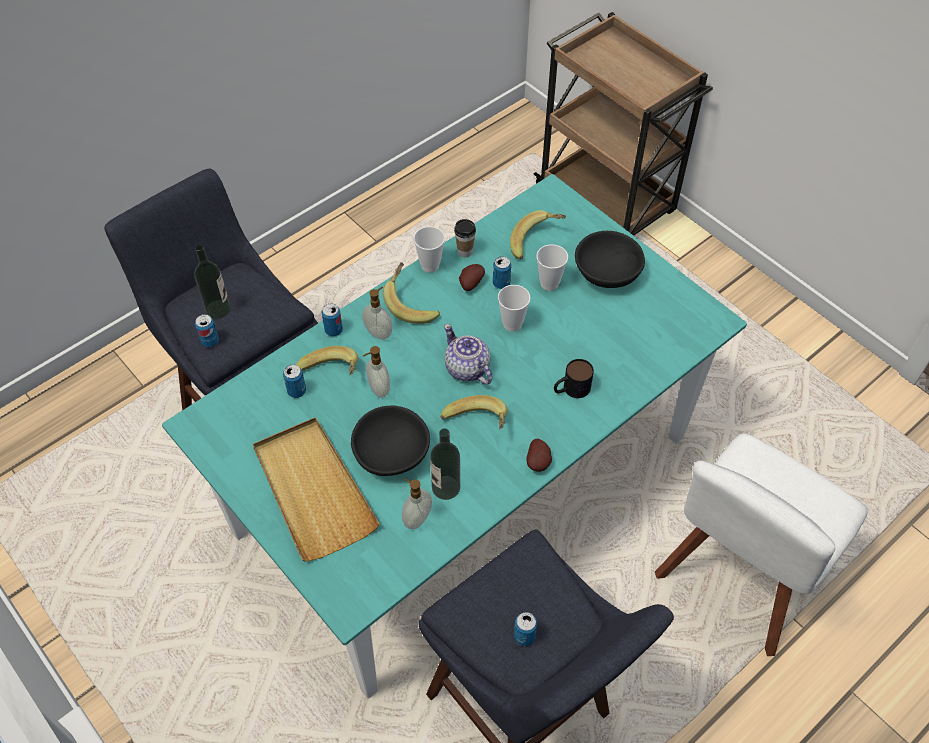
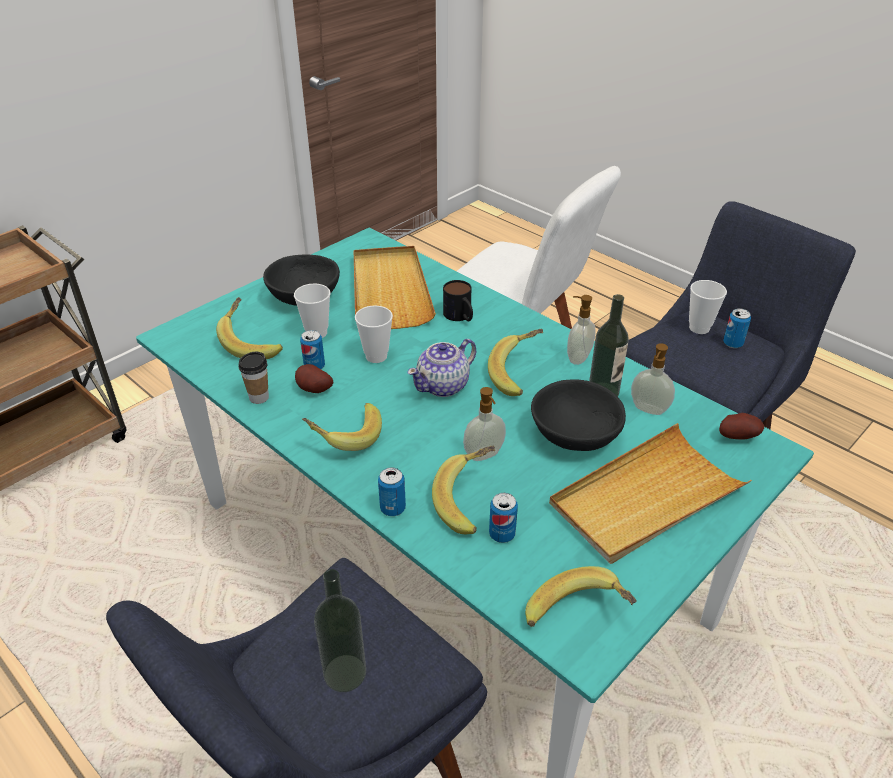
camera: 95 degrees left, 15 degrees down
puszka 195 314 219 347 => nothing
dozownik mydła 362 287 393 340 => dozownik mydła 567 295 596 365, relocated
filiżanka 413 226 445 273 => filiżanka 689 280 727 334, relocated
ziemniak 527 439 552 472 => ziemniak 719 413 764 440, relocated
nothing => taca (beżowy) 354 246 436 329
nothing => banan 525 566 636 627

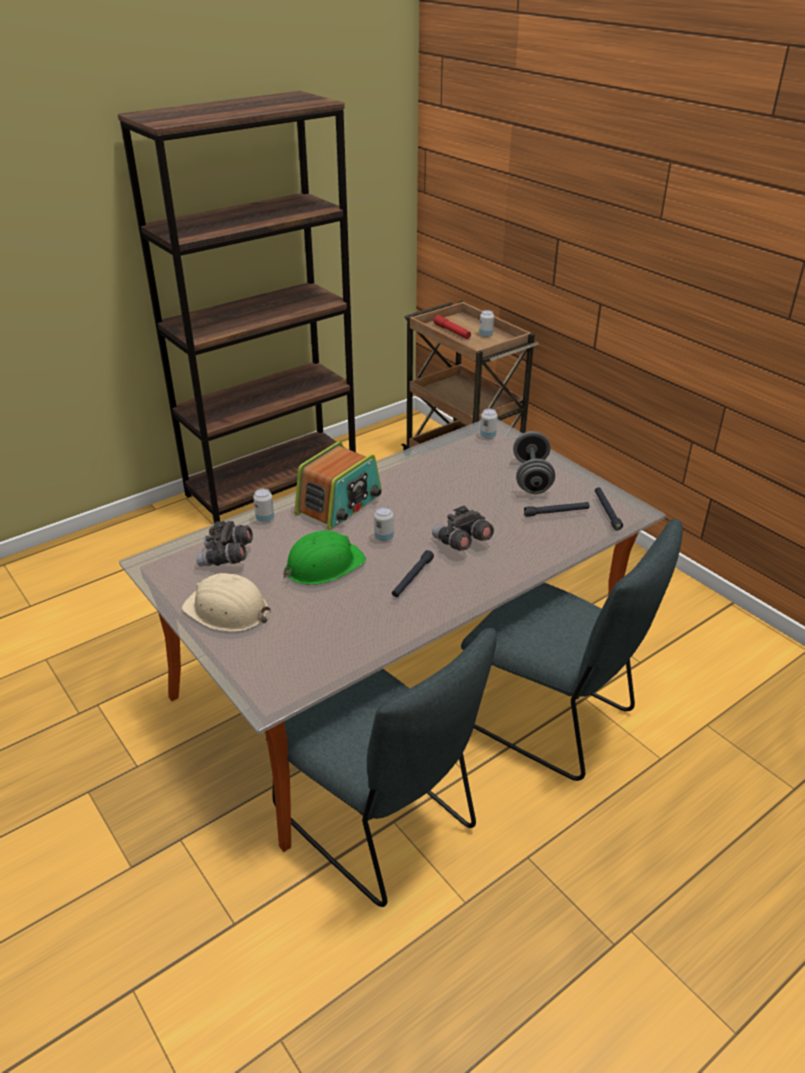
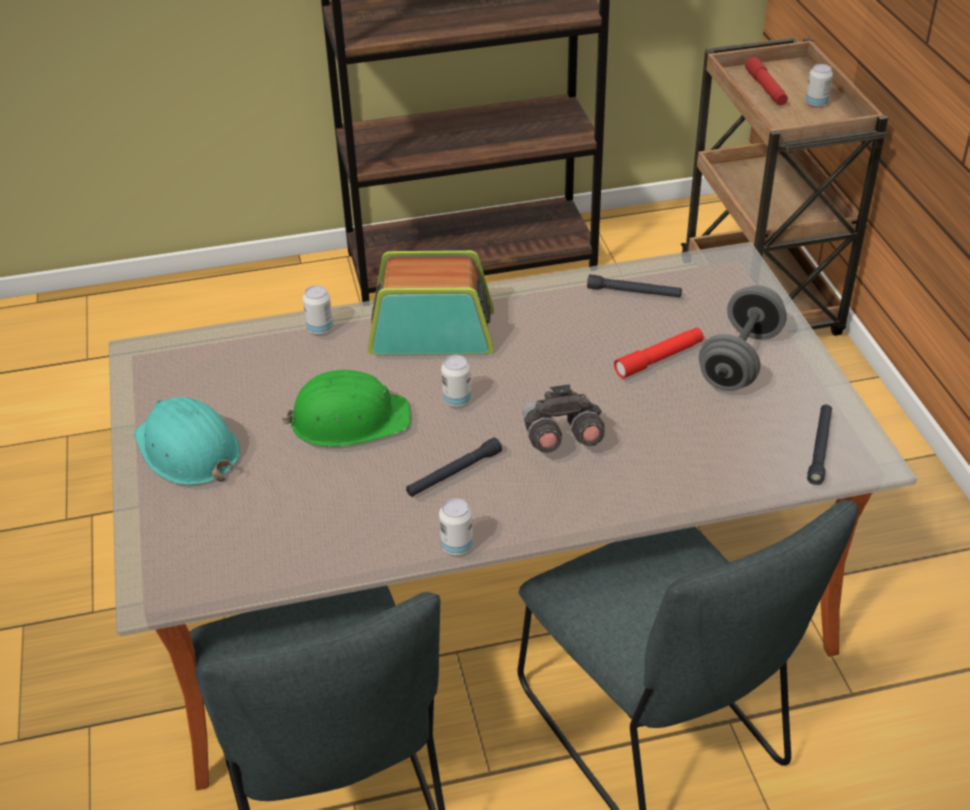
camera: 25 degrees right, 5 degrees up
kask (beżowy) 182 573 271 632 => kask (turkusowy) 134 397 240 485
lornetka (szary) 196 521 253 567 => nothing
radio 295 441 382 530 => radio 368 250 494 355, 150 degrees counterclockwise
puszka 480 409 497 439 => puszka 439 498 473 555, relocated
latarka (czarny) 524 502 590 517 => latarka (czarny) 587 274 682 298, relocated
nothing => latarka (czerwony) 614 328 704 379

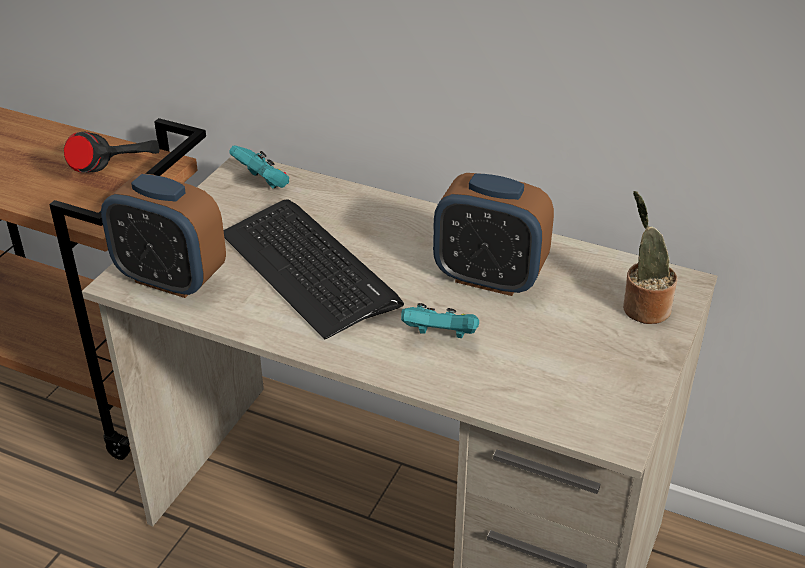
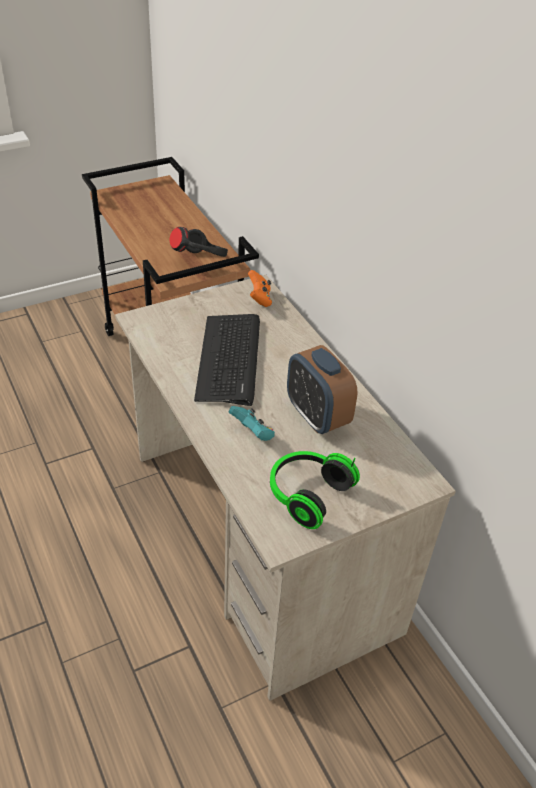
camera: 35 degrees right, 5 degrees up
budzik 101 173 226 298 => nothing
pad do gier (turkusowy) 229 145 289 189 => pad do gier (pomarańczowy) 248 270 272 307
roślina doniczkowa 623 191 677 324 => nothing
nothing => słuchawki 270 451 360 529

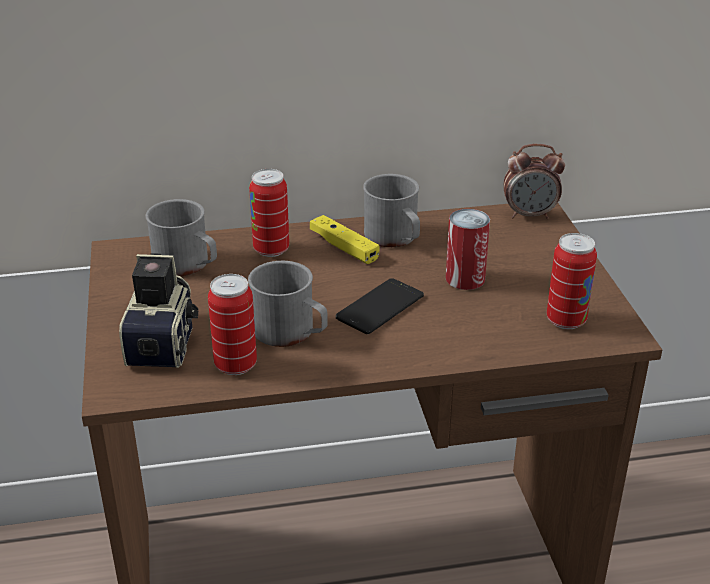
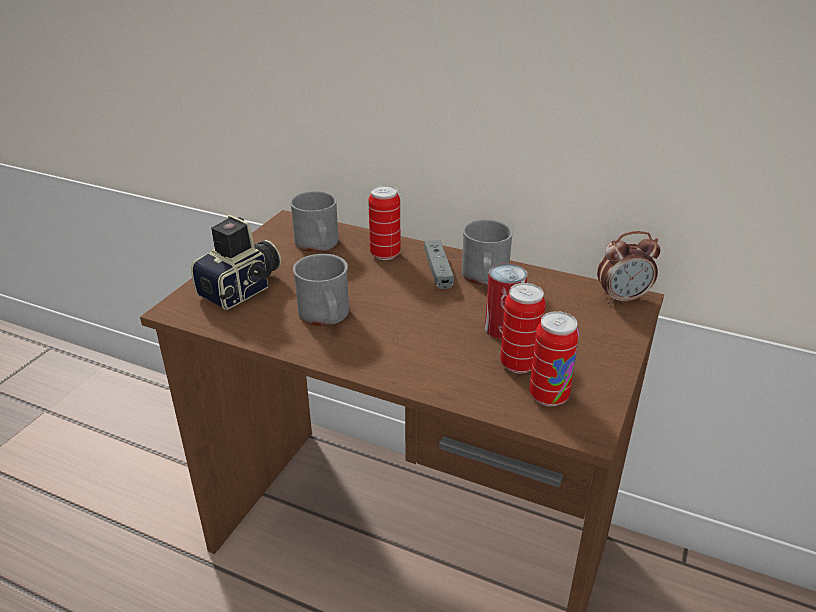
camera: 35 degrees right, 0 degrees up
puszka 208 274 257 375 => puszka 500 283 546 374, relocated
pad do gier (żółty) 310 215 379 264 => pad do gier (szary) 424 240 454 289
telefon 336 278 424 334 => nothing
budzik 504 144 565 219 => budzik 597 231 661 304, 45 degrees counterclockwise

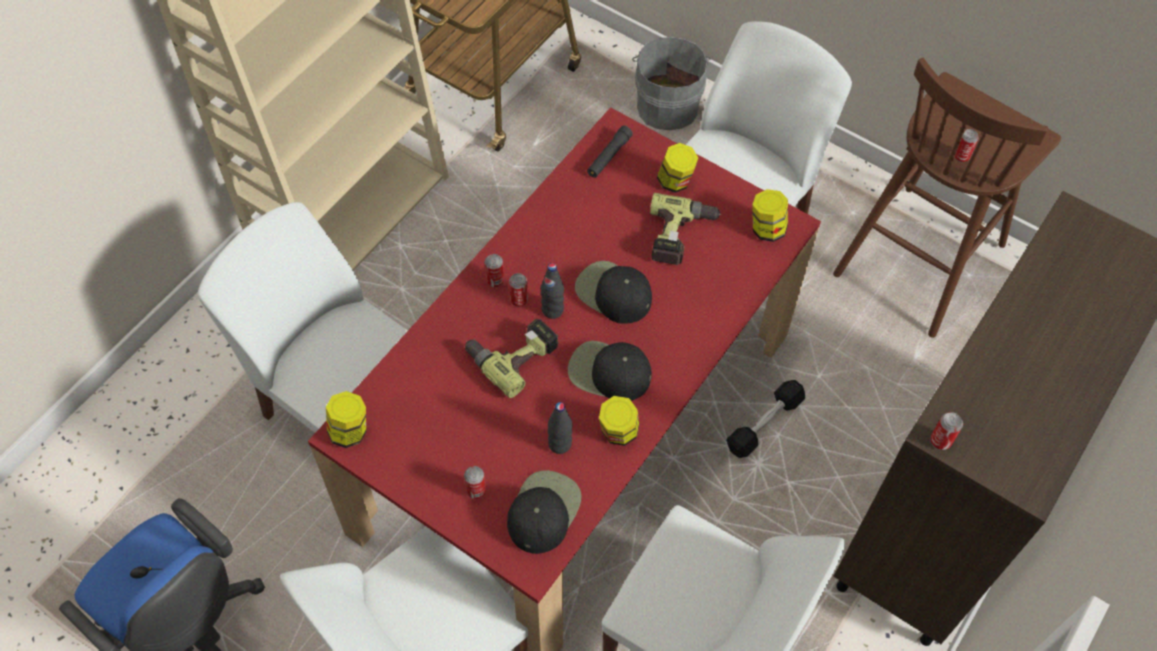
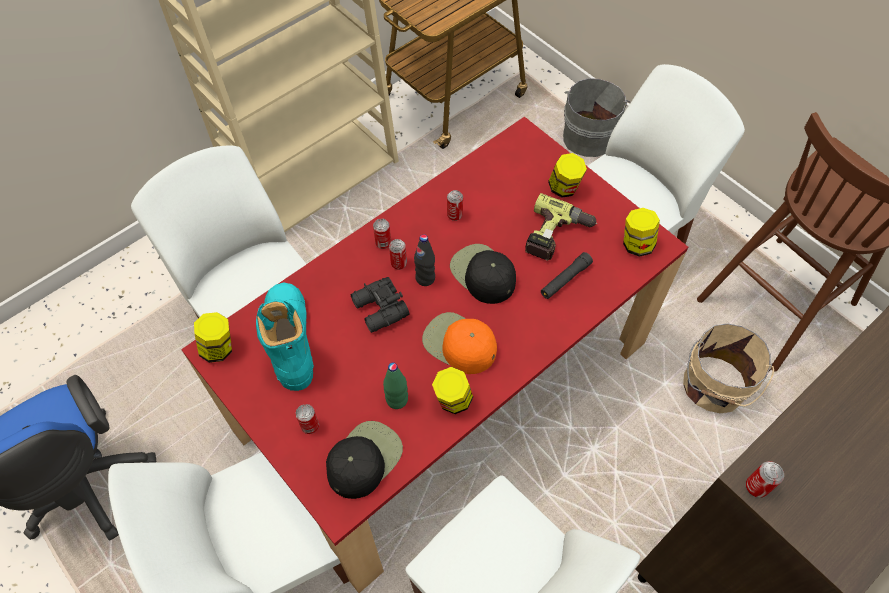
camera: 15 degrees right, 0 degrees up
wiertarka 465 319 559 398 => lornetka (czarny) 351 277 409 333
butelka (czarny) 548 402 572 454 => butelka (zielony) 383 362 408 409
czapka z daszkiem (czarny) 568 341 652 401 => czapka z daszkiem (pomarańczowy) 422 312 497 374
latarka (czarny) 587 125 633 178 => latarka (czarny) 541 252 593 299, relocated
hantel (czarny) 726 380 805 458 => nothing
puszka 955 129 979 162 => puszka 447 190 463 221, relocated
nothing => but z cholewką (turkusowy) 256 282 314 391
nothing => wiadro (beżowy) 683 323 774 413

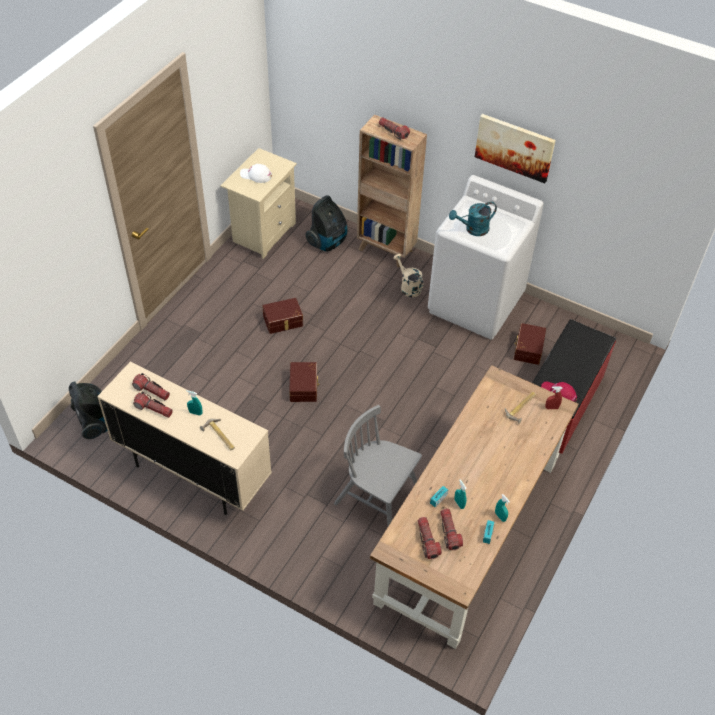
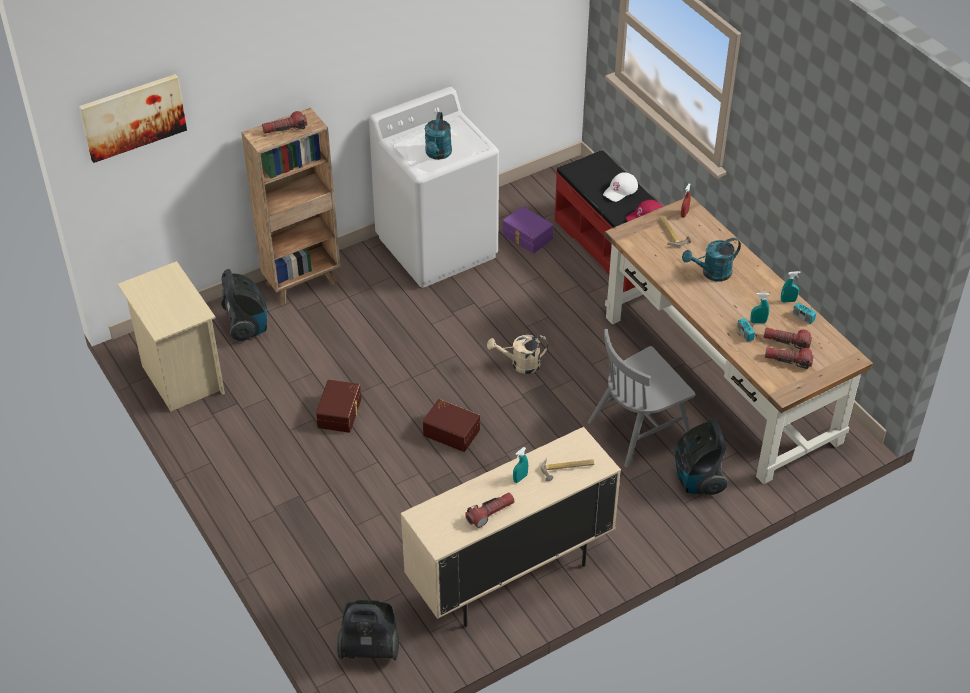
camera: 60 degrees left, 5 degrees down
latarka 132 373 170 400 => nothing
czapka z daszkiem (biały) 240 164 272 183 => czapka z daszkiem (biały) 603 172 638 202, relocated
konewka (beżowy) 393 254 424 297 => konewka (beżowy) 487 335 548 374, relocated
obraz 475 114 556 183 => obraz 79 74 187 163, relocated
pojemnik do przechowywania (brązowy) 514 323 546 365 => pojemnik do przechowywania (fioletowy) 503 206 554 254
nothing => odkurzacz 675 418 728 495
nothing => konewka (turkusowy) 682 238 741 281

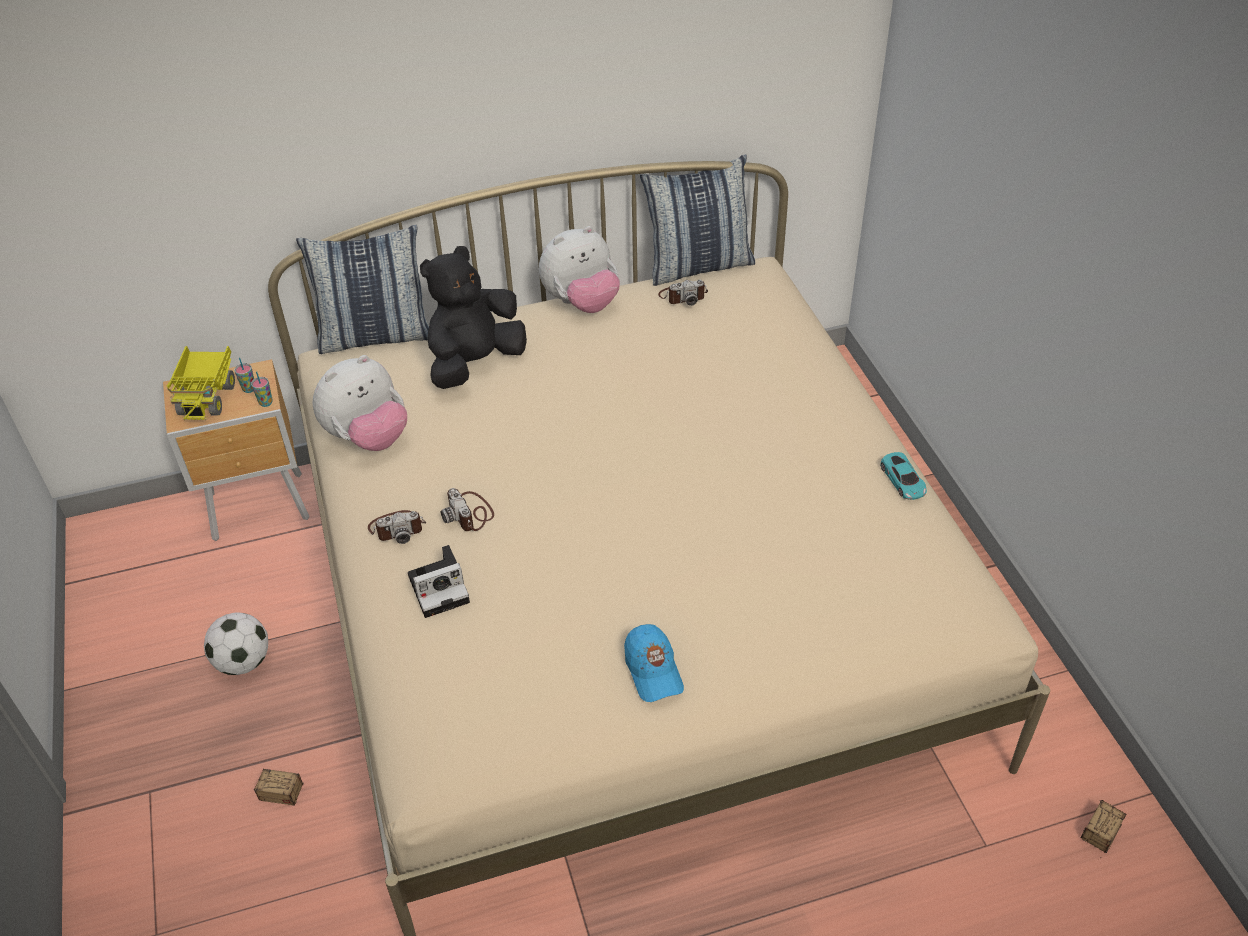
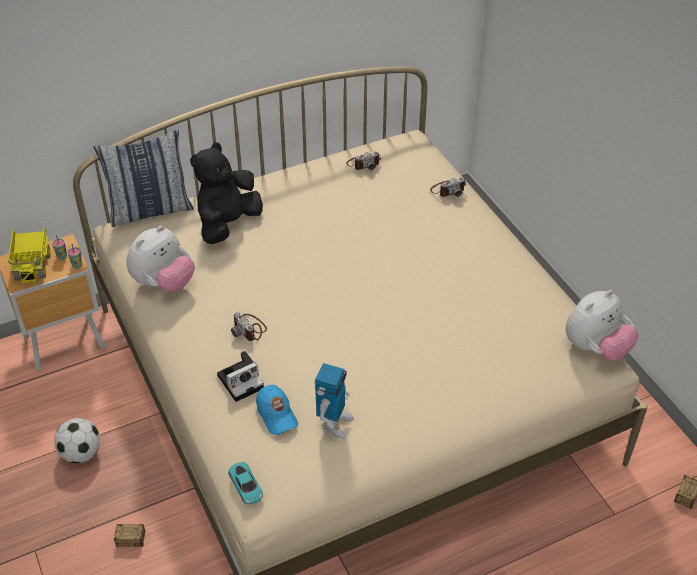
camera: 10 degrees left, 0 degrees up
aparat fotograficzny 368 510 426 544 => aparat fotograficzny 430 177 466 197, relocated
pluszak 539 226 620 313 => pluszak 565 290 639 361, relocated
czapka z daszkiem (niebieski) 624 624 684 702 => czapka z daszkiem (niebieski) 256 385 298 435, relocated
poduszka 640 155 755 286 => nothing
samochodzik (turkusowy) 880 452 927 500 => samochodzik (turkusowy) 228 462 263 504, relocated
nothing => robot zabawkowy 315 363 354 439

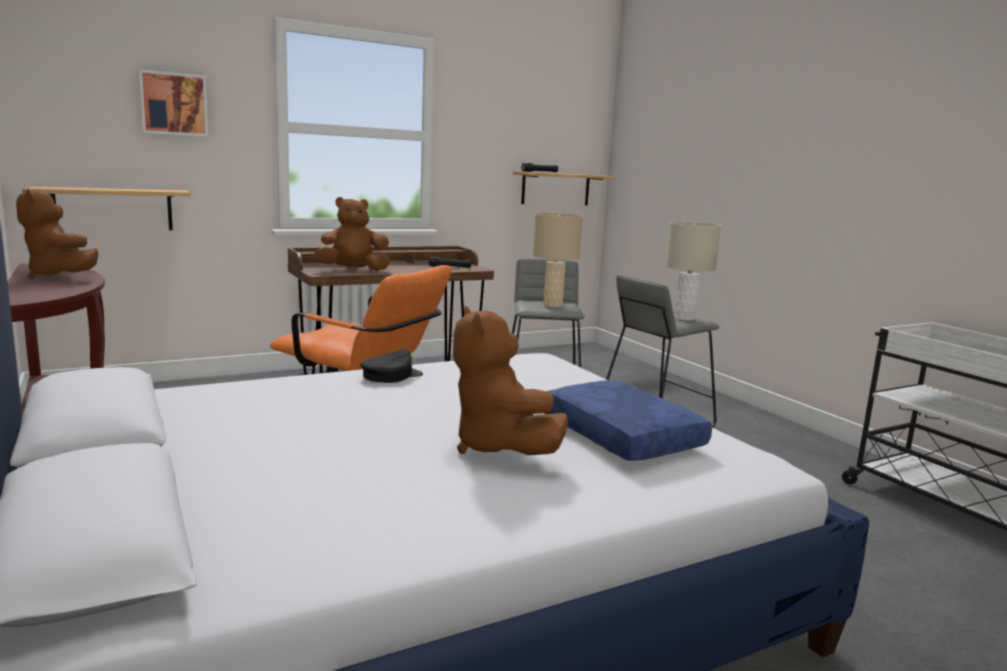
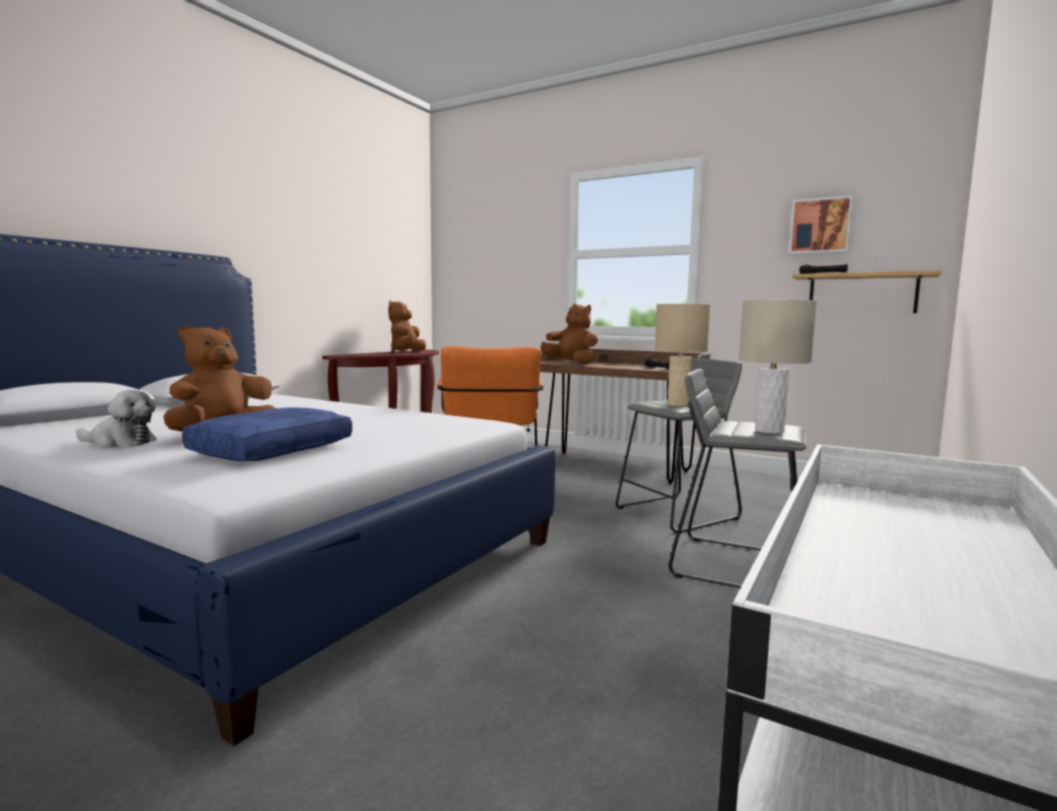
camera: 60 degrees right, 5 degrees down
półka 28 187 191 230 => nothing
obraz 139 69 208 137 => obraz 789 195 853 254, relocated
czapka z daszkiem (czarny) 360 349 423 383 => nothing
nothing => pluszak 76 390 157 448

